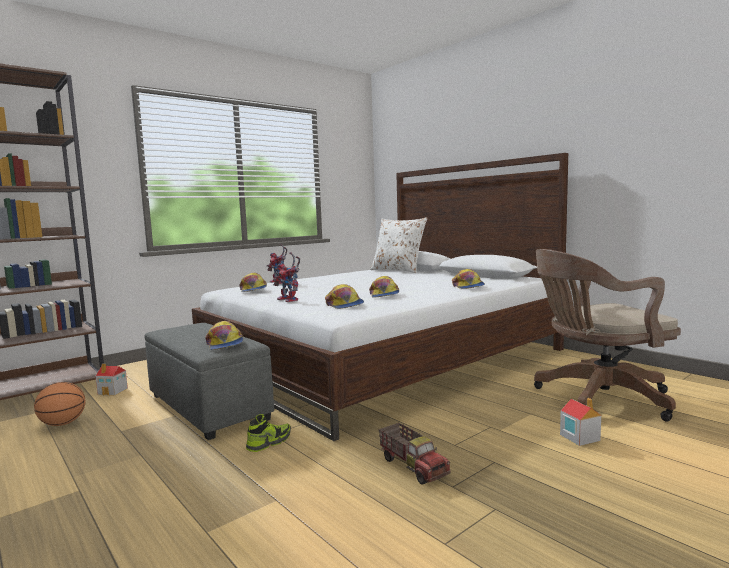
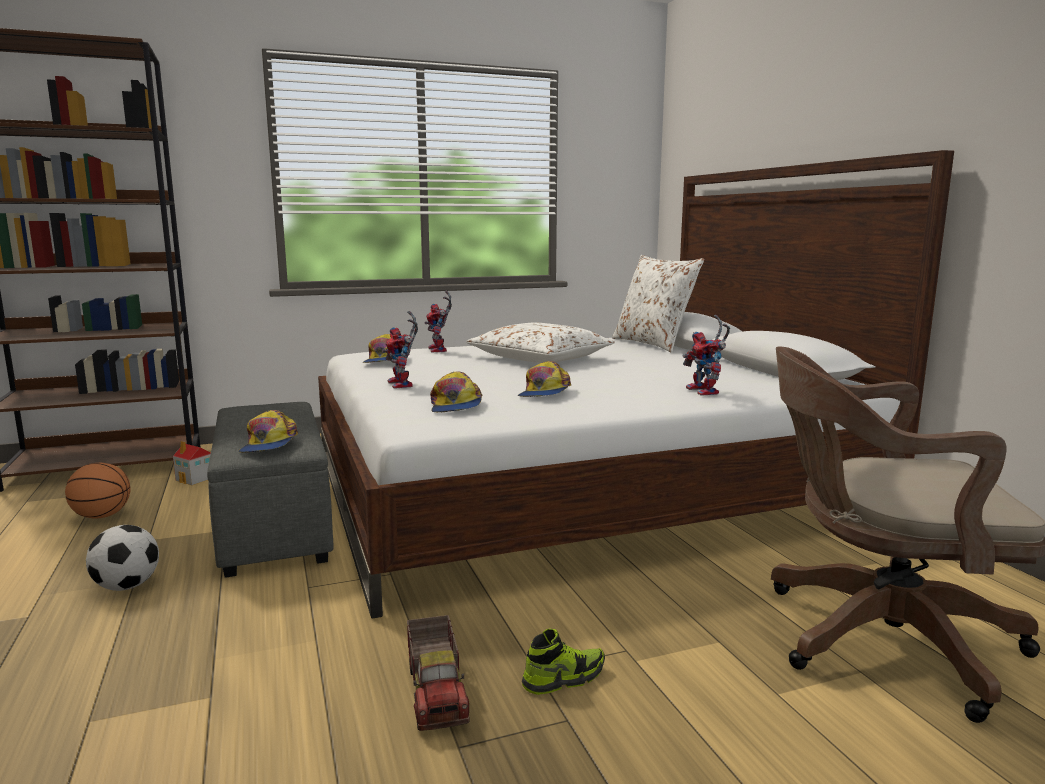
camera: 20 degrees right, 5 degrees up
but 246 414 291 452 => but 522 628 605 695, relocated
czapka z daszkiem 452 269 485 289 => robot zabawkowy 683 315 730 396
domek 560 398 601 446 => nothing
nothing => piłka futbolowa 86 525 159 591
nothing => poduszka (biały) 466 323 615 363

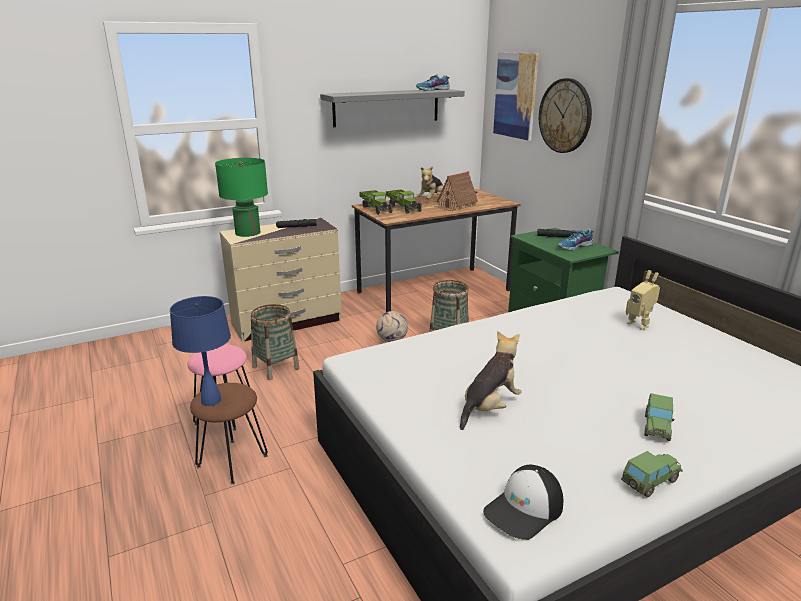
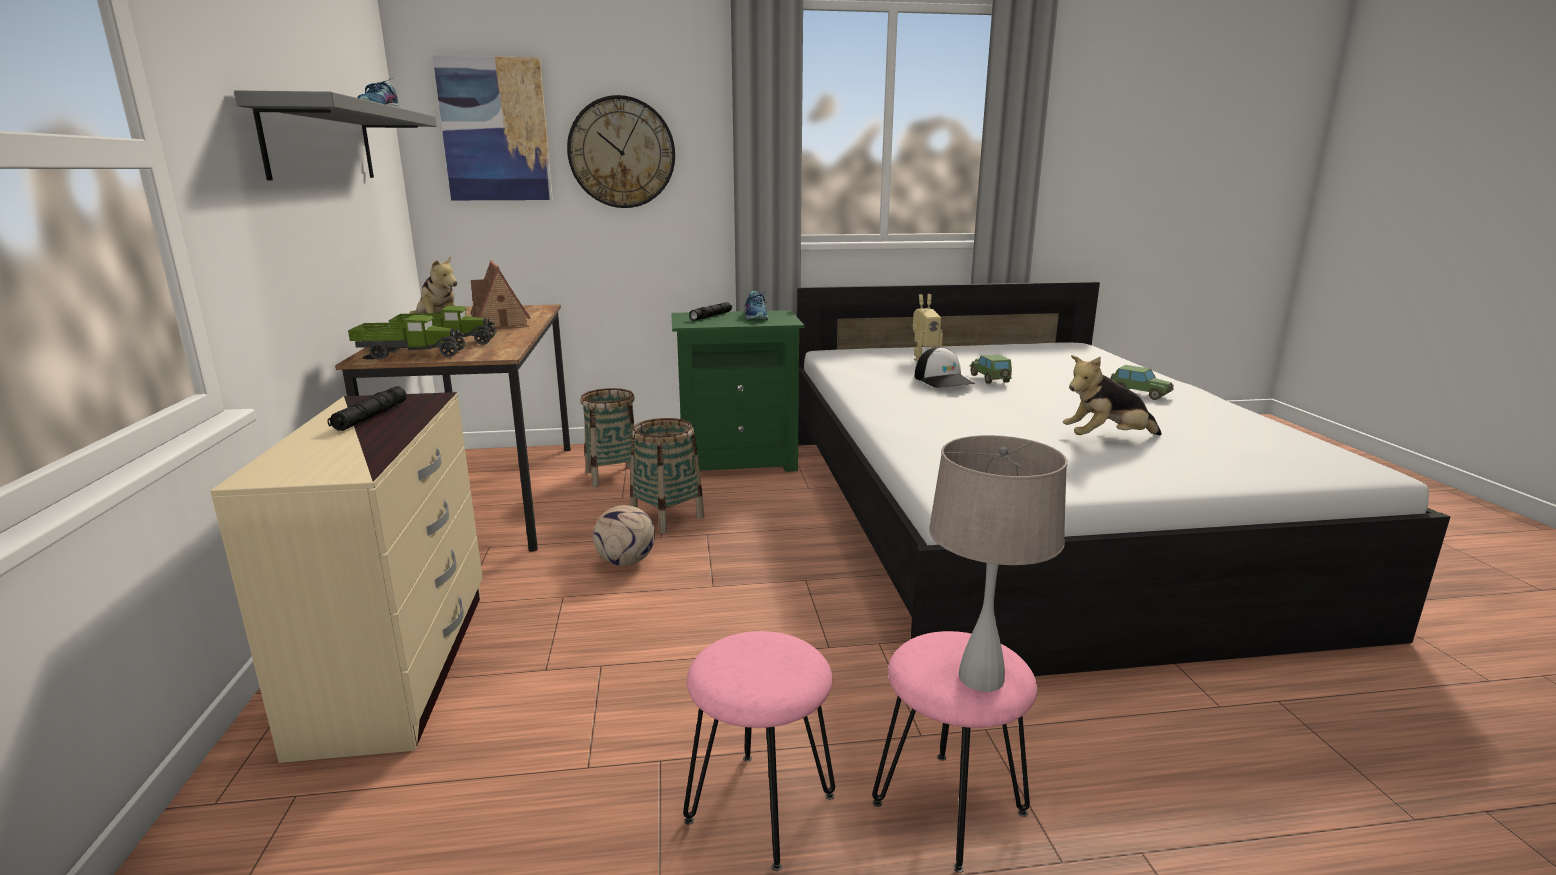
camera: 70 degrees left, 5 degrees down
lampa stołowa (niebieski) 170 296 231 406 => lampa stołowa (beżowy) 929 435 1067 692
stołek (brązowy) 190 383 268 484 => stołek (różowy) 872 631 1037 873
lampa stołowa (zielony) 215 158 268 237 => nothing
koszyk 250 304 300 380 => koszyk 580 388 635 487, relocated
pluszak 460 331 522 430 => pluszak 1063 355 1162 435, 75 degrees counterclockwise
czapka z daszkiem 483 465 563 540 => czapka z daszkiem 914 347 975 388, relocated
samochodzik 621 451 683 498 => samochodzik 969 355 1012 384, relocated

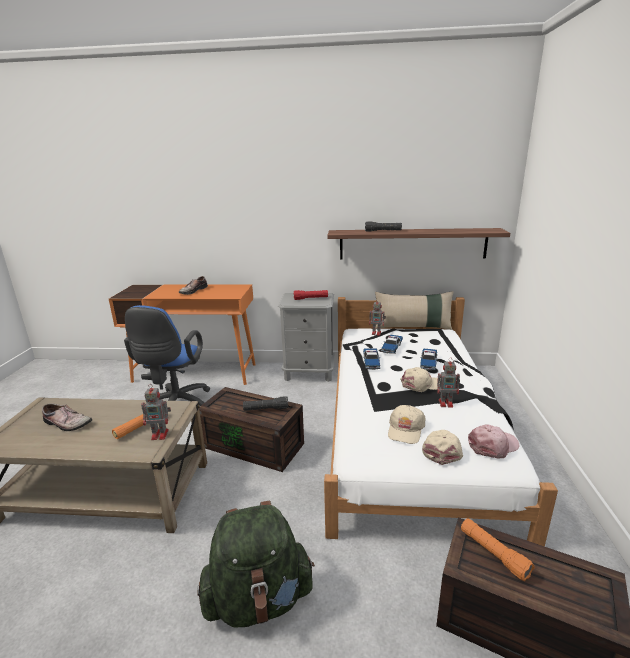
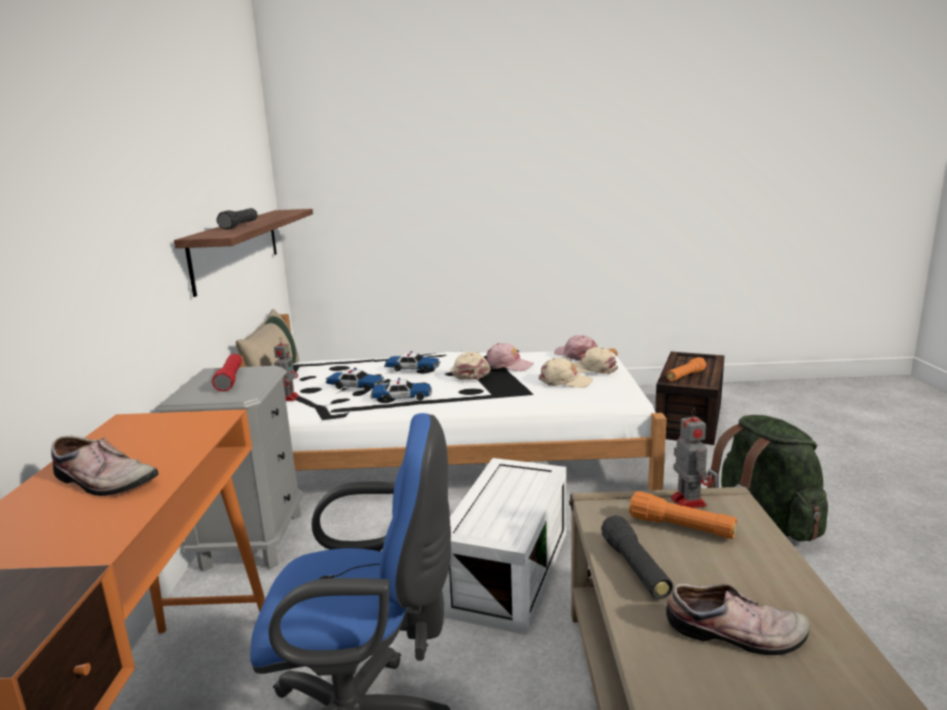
camera: 95 degrees left, 5 degrees down
but 42 403 92 431 => but 666 584 810 655, 90 degrees clockwise
pojemnik do przechowywania (brązowy) 199 387 304 472 => pojemnik do przechowywania (biały) 442 458 566 635
latarka (czarny) 243 396 289 411 => latarka (czarny) 601 515 673 599, relocated
robot zabawkowy 437 357 460 408 => czapka z daszkiem (różowy) 485 343 534 371

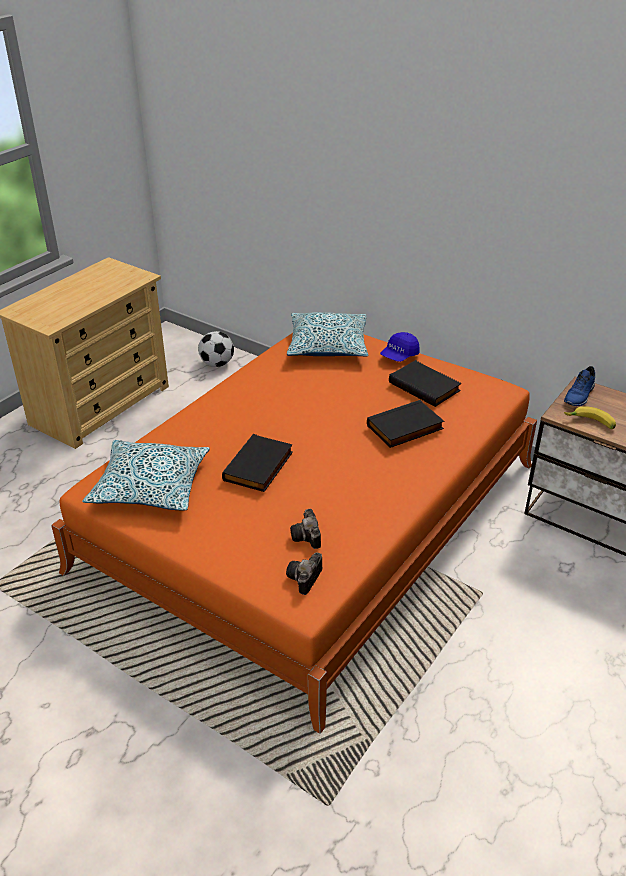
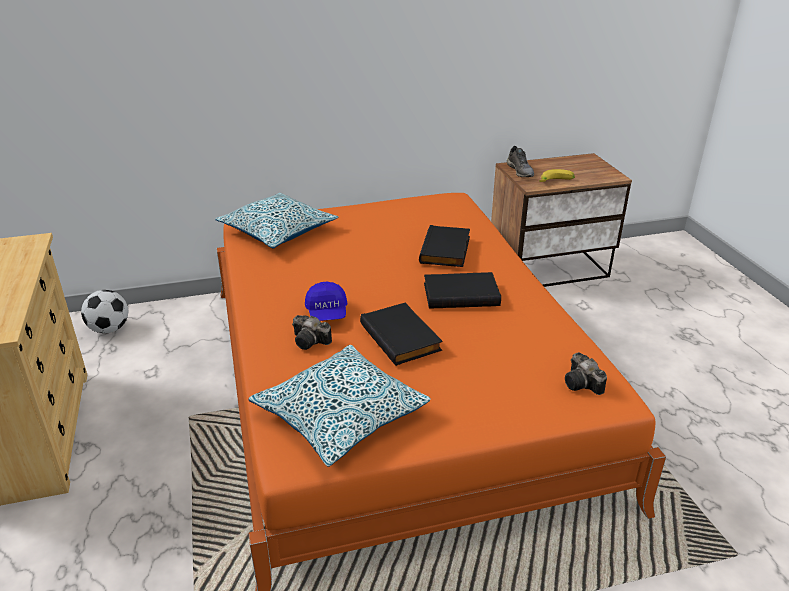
camera: 50 degrees left, 5 degrees down
aparat fotograficzny 290 509 321 549 => aparat fotograficzny 292 315 332 350, relocated
czapka z daszkiem (niebieski) 380 332 420 362 => czapka z daszkiem (niebieski) 305 282 348 321, relocated
książka (czarny) 389 360 461 407 => książka (czarny) 424 272 501 308, relocated
but (niebieski) 564 366 595 406 => but (szary) 507 146 534 177

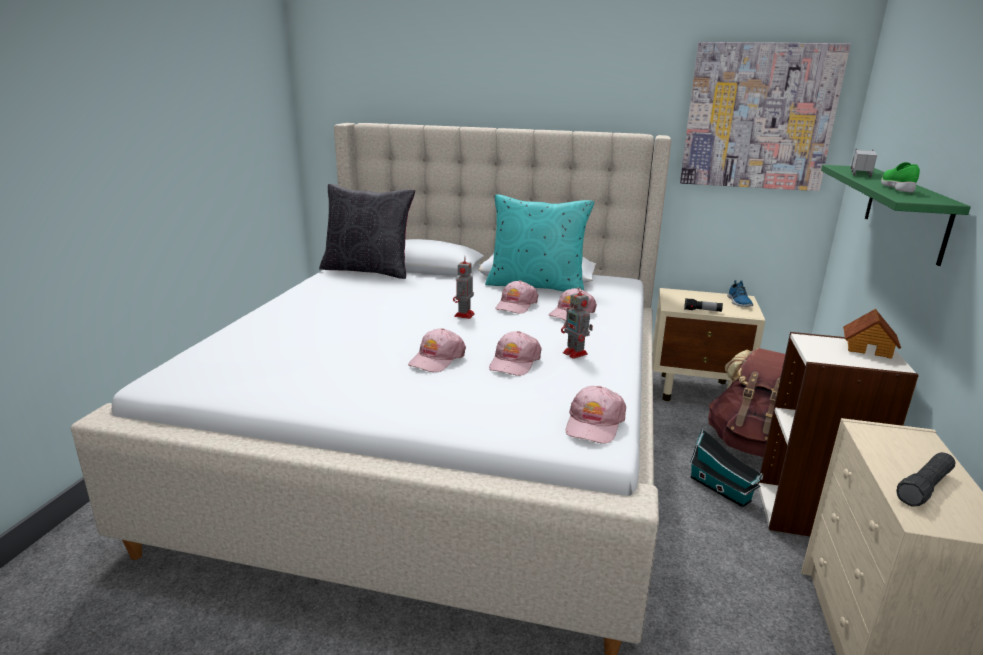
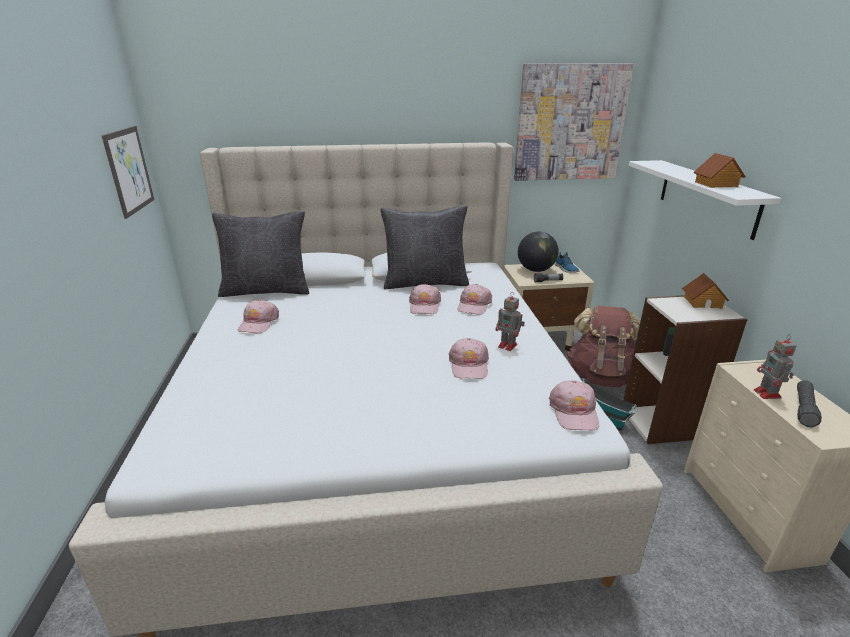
camera: 20 degrees left, 5 degrees up
czapka z daszkiem (różowy) 408 328 466 372 => czapka z daszkiem (różowy) 238 300 279 333, relocated
robot zabawkowy 453 256 475 319 => robot zabawkowy 754 334 797 399, relocated
poduszka (turkusowy) 485 195 594 292 => poduszka (czarny) 381 206 469 289
półka (zielony) 821 165 971 266 => półka (biały) 629 160 782 240
ciężarówka zabawkowa 851 149 877 177 => nothing
but (zielony) 881 162 920 193 => domek 694 153 746 188
nothing => obraz 101 126 154 219
nothing => globus 518 232 559 272

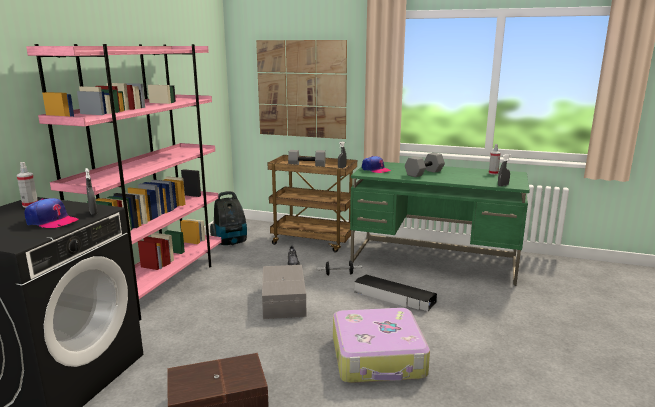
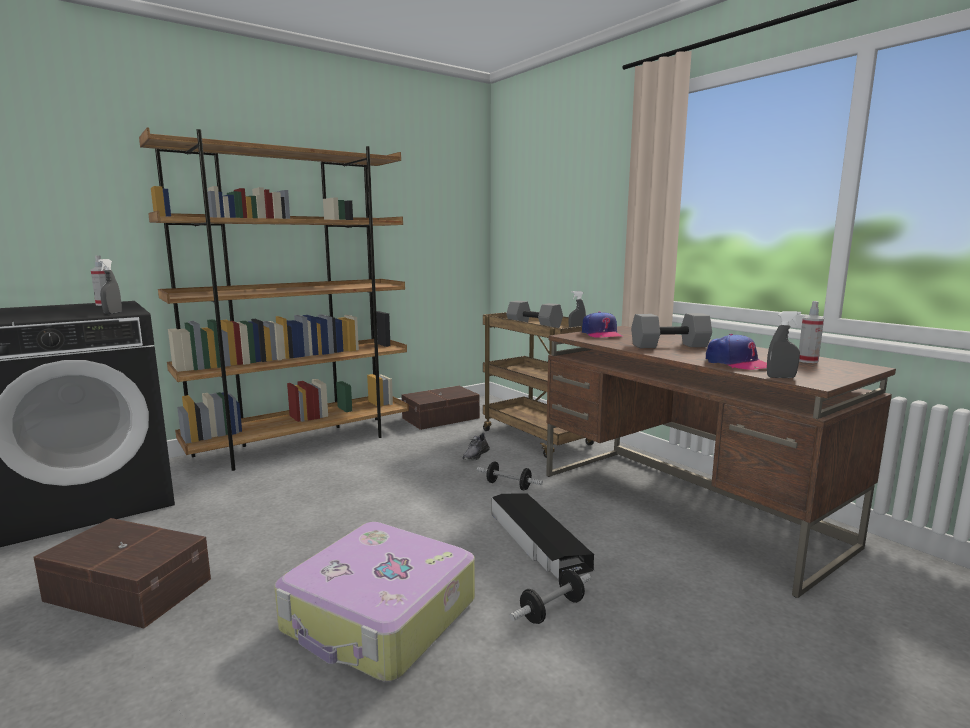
camera: 35 degrees right, 5 degrees down
czapka z daszkiem 25 198 79 228 => czapka z daszkiem 706 334 767 370, relocated
regał (różowy) 26 44 222 320 => regał (brązowy) 139 127 409 471
odkurzacz 210 191 247 246 => pojemnik do przechowywania (brązowy) 402 386 480 430
obraz 256 40 347 139 => nothing
pojemnik do przechowywania (szary) 262 265 306 319 => nothing
biurko (zielony) 350 162 530 286 => biurko (brązowy) 546 326 896 598
nothing => hantel 510 570 591 624

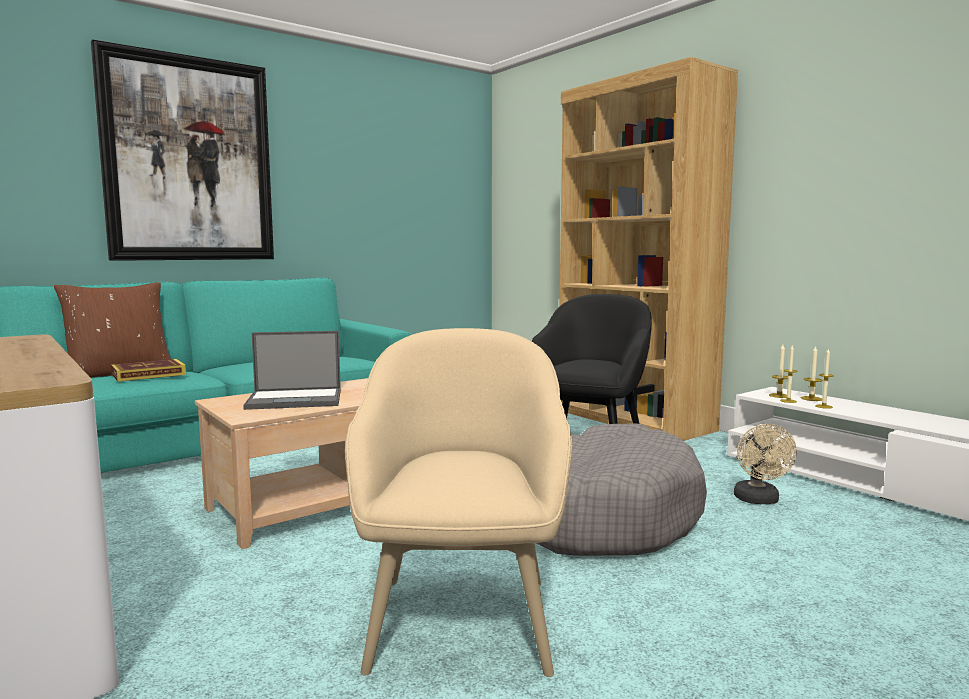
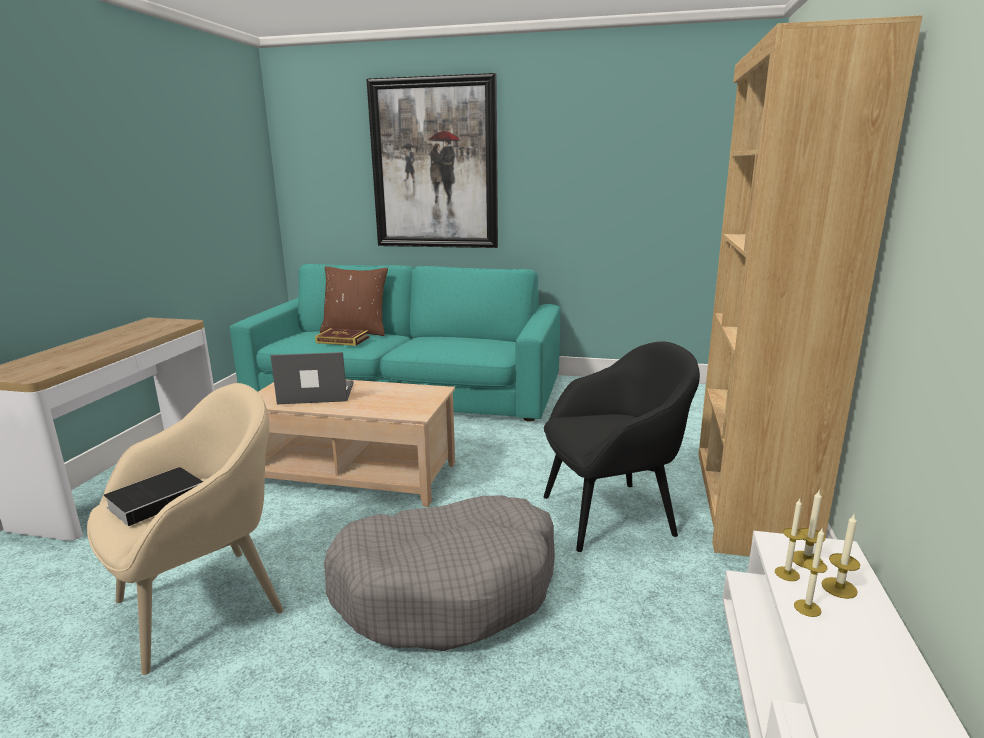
camera: 50 degrees right, 10 degrees up
laptop 243 331 341 410 => laptop 270 352 354 404, 135 degrees clockwise
wentylator (beżowy) 734 424 797 504 => nothing
nothing => książka 104 467 203 526

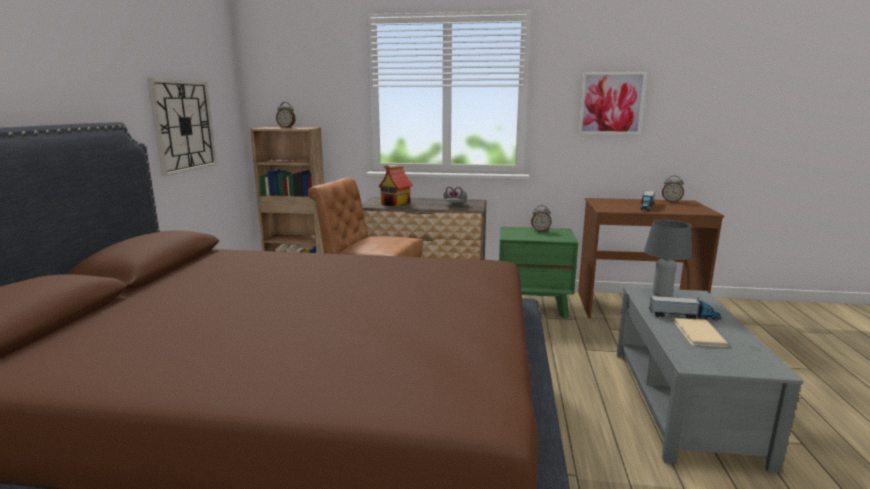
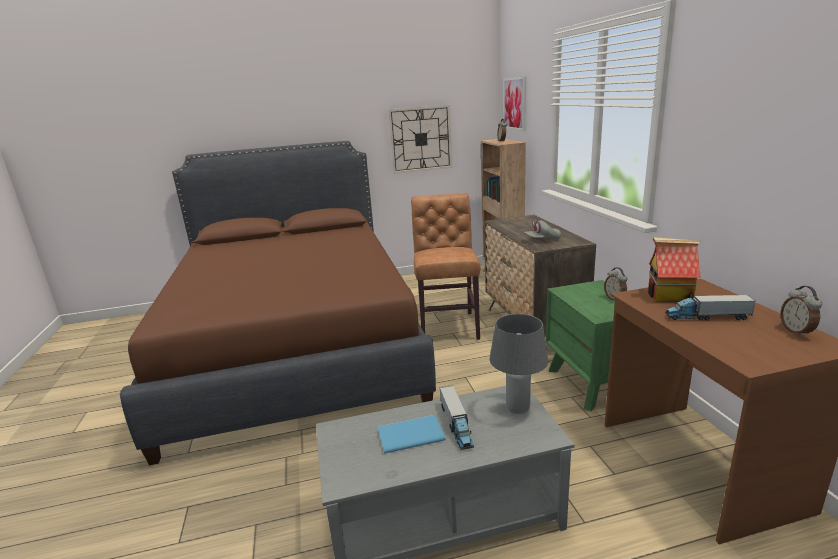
camera: 70 degrees right, 5 degrees up
domek 378 165 413 207 => domek 648 237 701 302, relocated
obraz 578 72 647 134 => obraz 503 77 526 131, relocated
książka (beżowy) 674 318 729 347 => książka (niebieski) 378 415 446 454

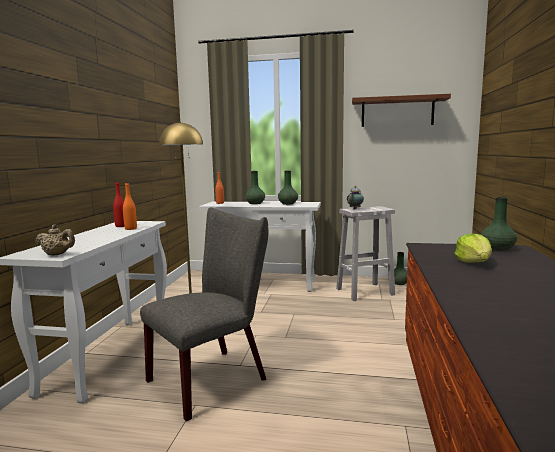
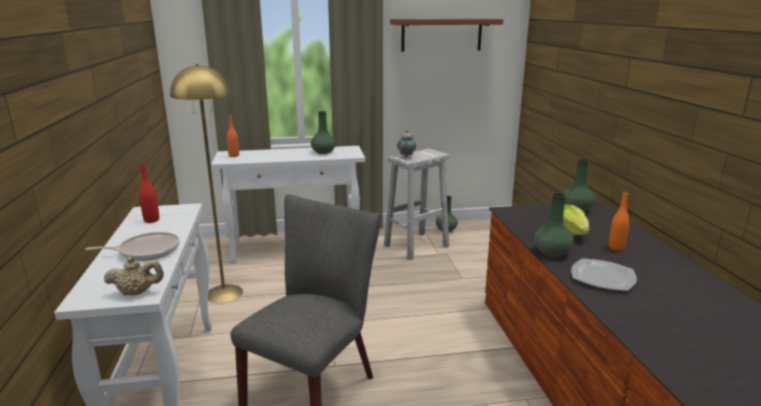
camera: 20 degrees left, 10 degrees up
butelka (pomarańczowy) 123 182 137 230 => butelka (pomarańczowy) 609 190 629 251, relocated
wazon (zielony) 245 171 265 204 => wazon (zielony) 534 193 574 257, relocated
nothing => patelnia 85 232 180 261
nothing => talerz 571 258 637 291

